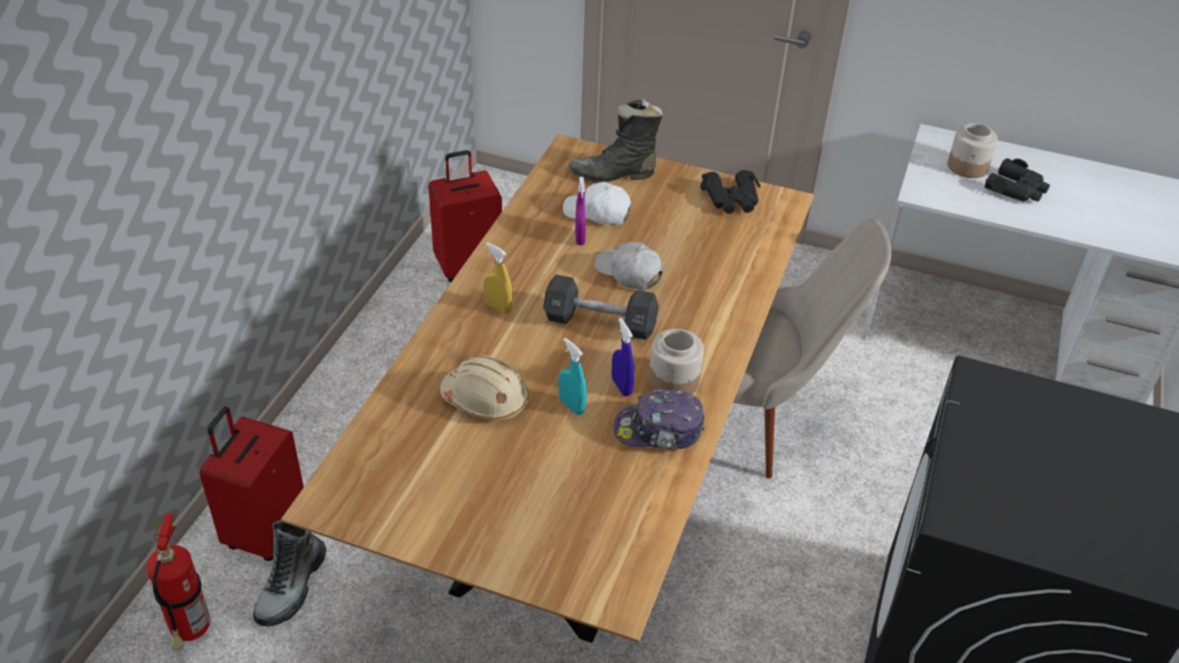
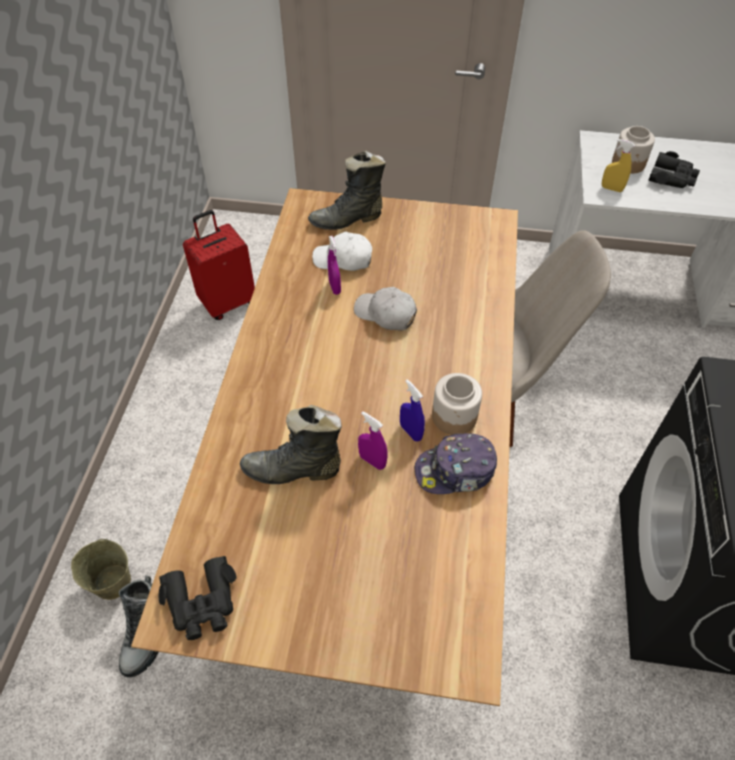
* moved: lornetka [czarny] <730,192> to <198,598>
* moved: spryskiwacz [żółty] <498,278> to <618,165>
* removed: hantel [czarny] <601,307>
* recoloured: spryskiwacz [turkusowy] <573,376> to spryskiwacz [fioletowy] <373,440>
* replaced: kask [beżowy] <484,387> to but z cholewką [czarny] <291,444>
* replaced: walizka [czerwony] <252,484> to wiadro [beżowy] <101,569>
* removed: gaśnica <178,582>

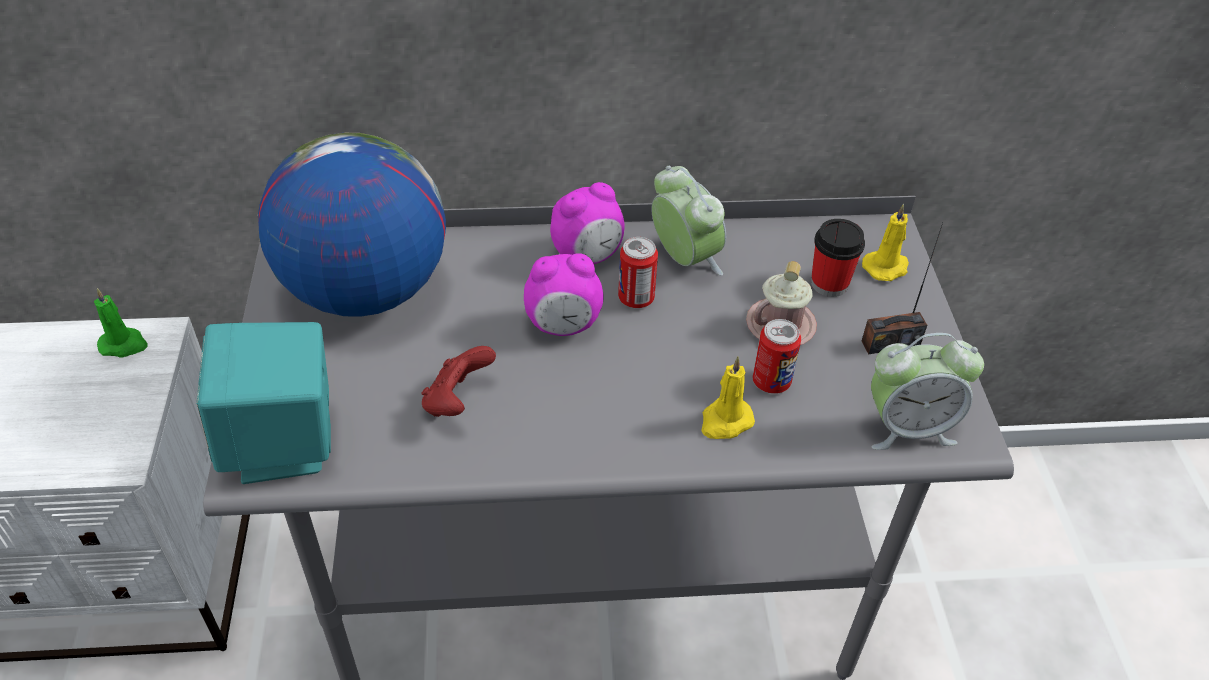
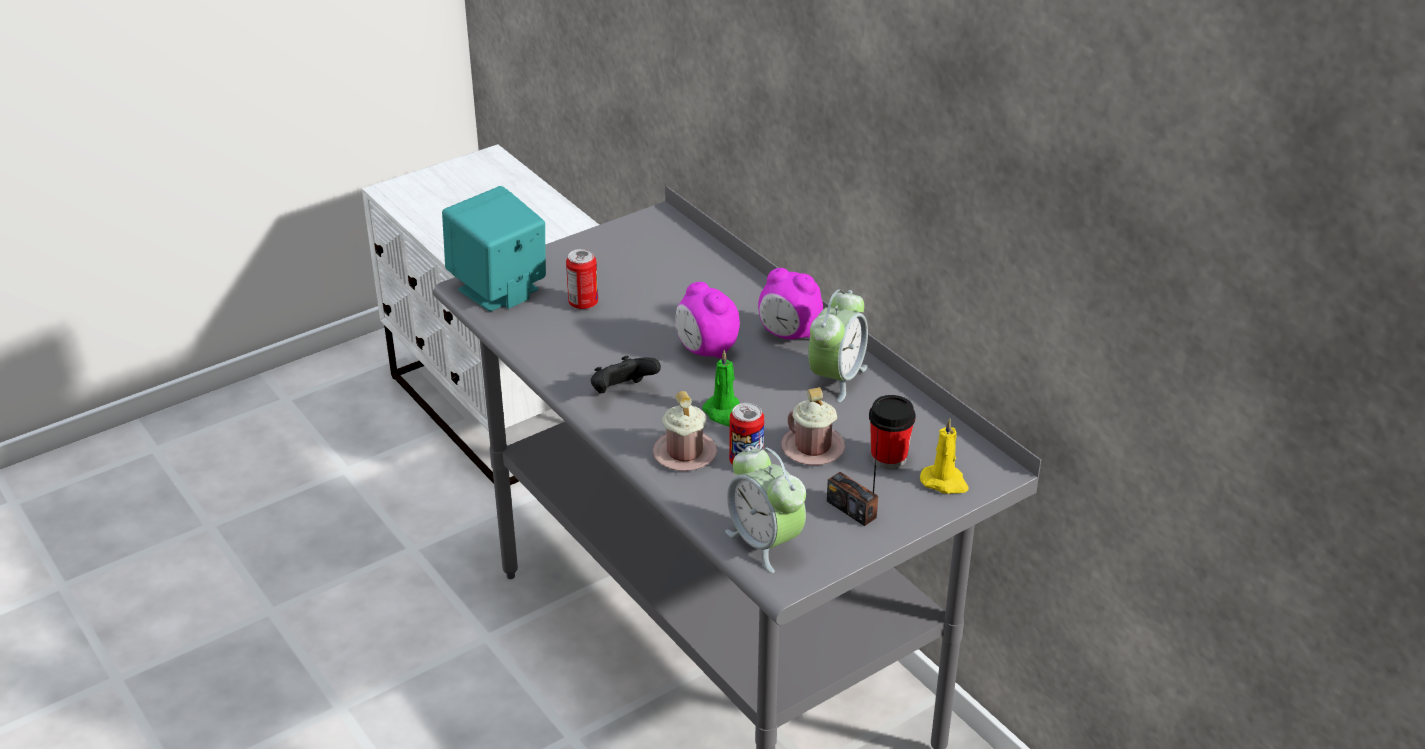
* removed: globus <352,225>
* moved: puszka <638,272> to <582,279>
* moved: świeca [zielony] <121,322> to <721,388>
* removed: pad do gier [czerwony] <458,381>
* replaced: świeca [żółty] <728,398> to kubek [różowy] <685,431>
* added: pad do gier [czarny] <626,374>

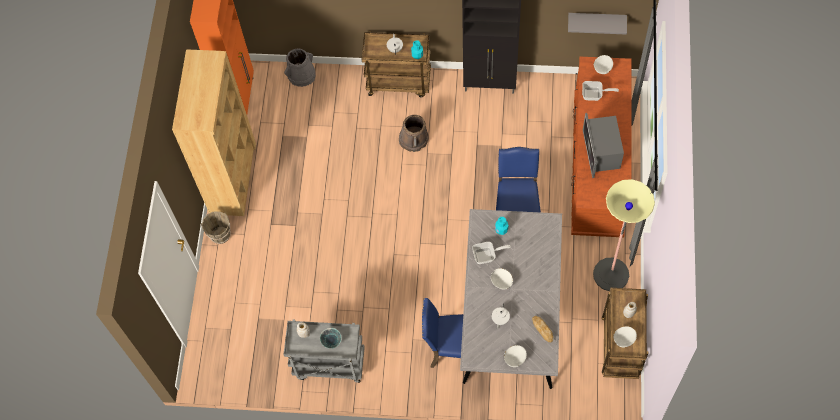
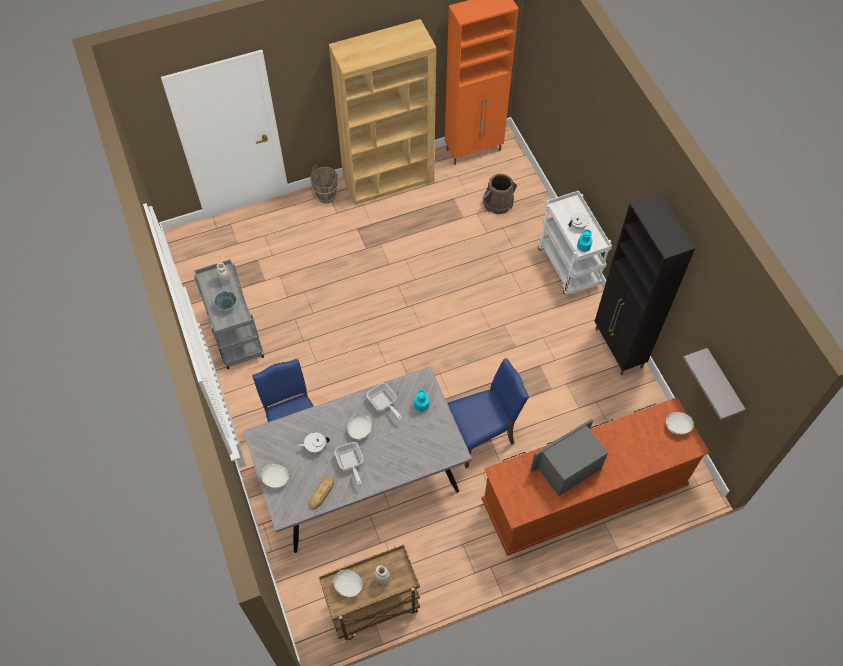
* recoloured: wózek [brązowy] <396,64> to wózek [biały] <575,243>
* removed: wiadro [szary] <300,68>
* moved: patelnia <600,91> to <349,463>
* moved: wiadro [brązowy] <414,133> to <500,194>
* removed: lampa stojąca <624,235>

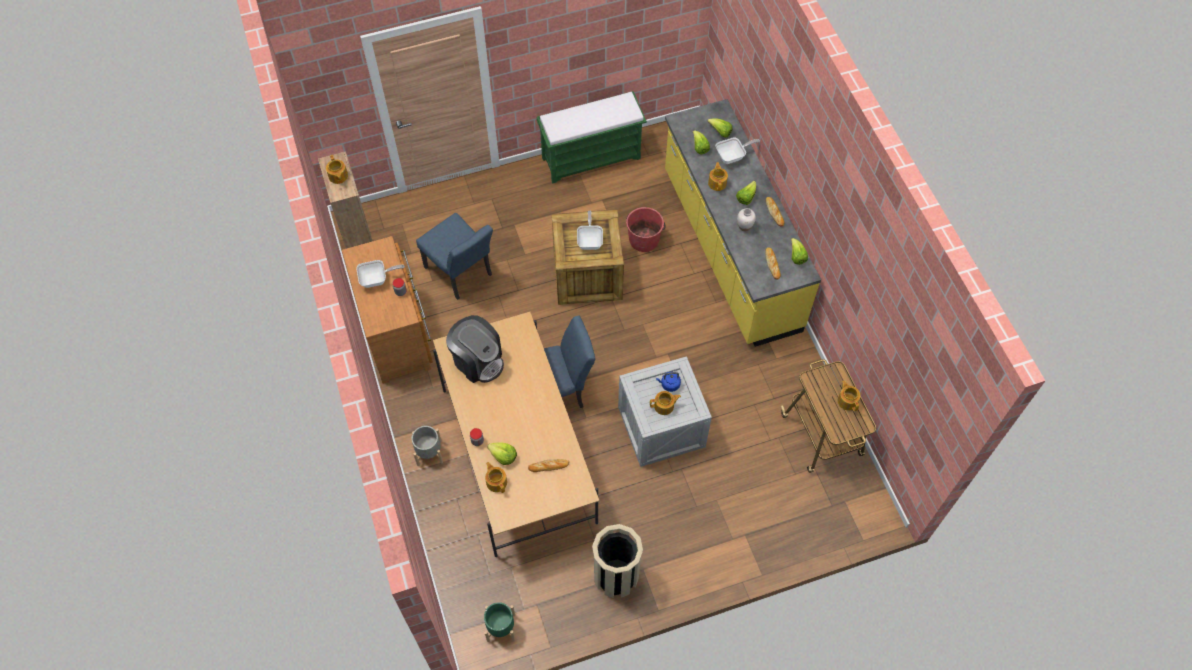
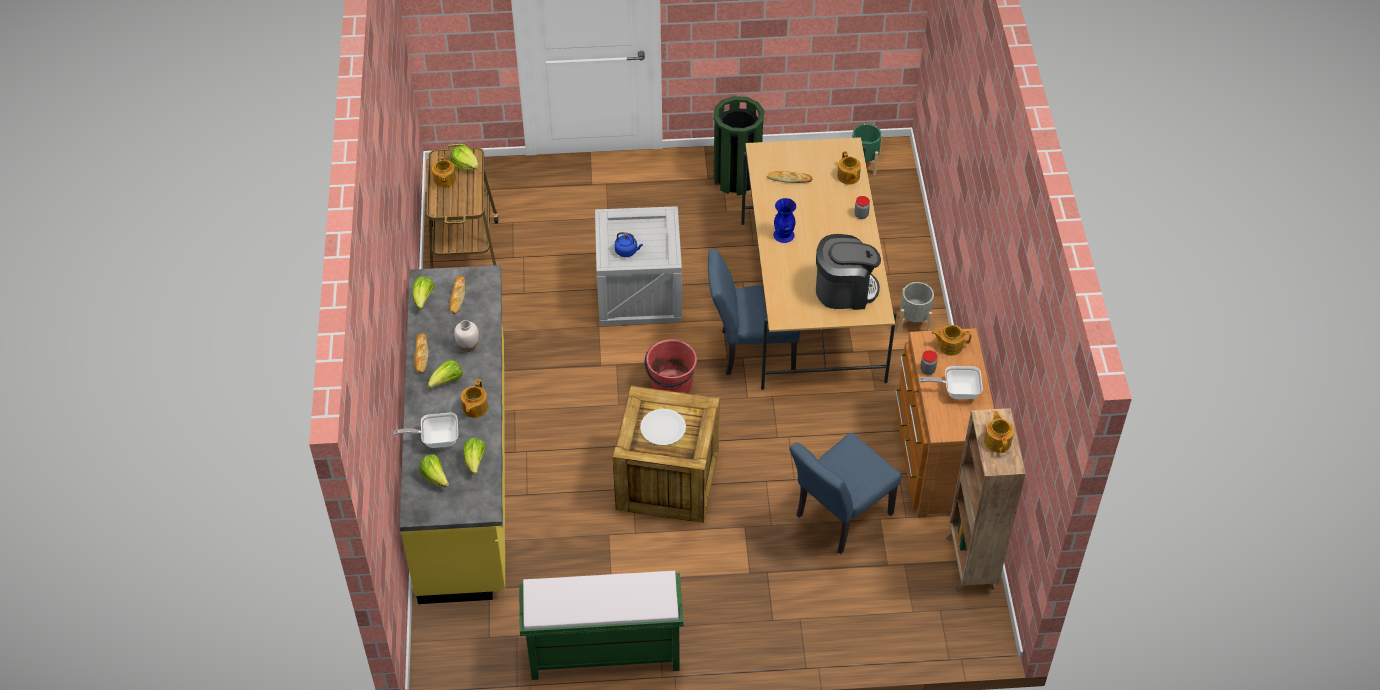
* moved: wiadro [czerwony] <646,229> to <671,366>
* replaced: patelnia <590,230> to talerz [biały] <663,427>
* turned: krzesło [niebieski] <454,256> = <845,493> 105 degrees counterclockwise
* turned: ekspres do kawy <475,349> = <848,272> 120 degrees clockwise
* moved: imbryk <665,403> to <951,340>
* moved: sałata <502,453> to <465,157>
* recoloured: kosz na śmieci [beżowy] <617,561> to kosz na śmieci [zielony] <738,146>
* added: wazon [niebieski] <784,220>

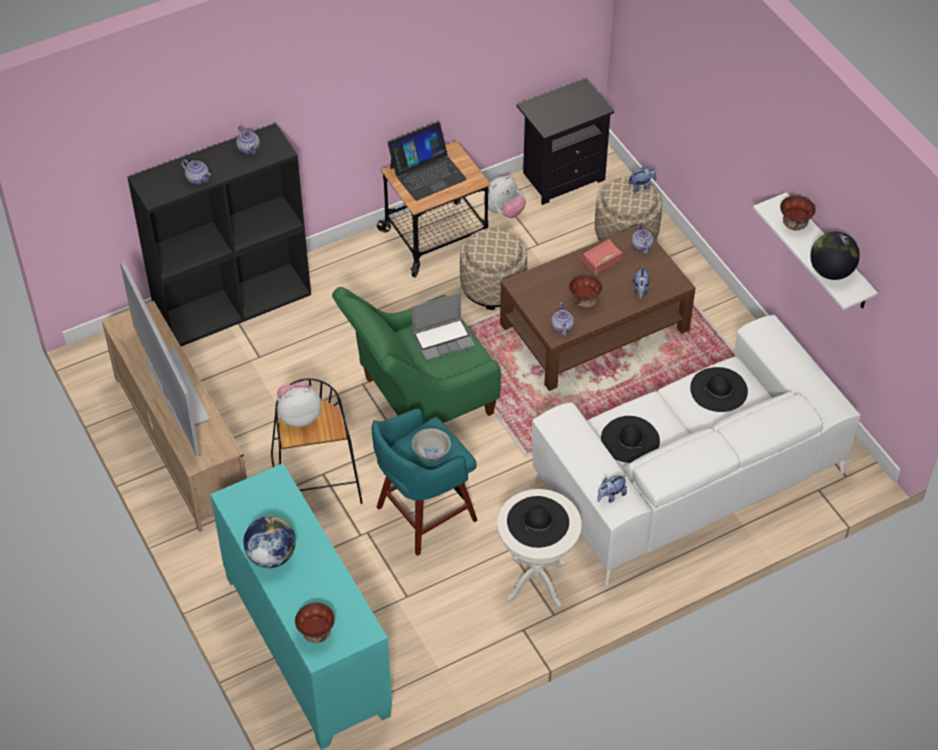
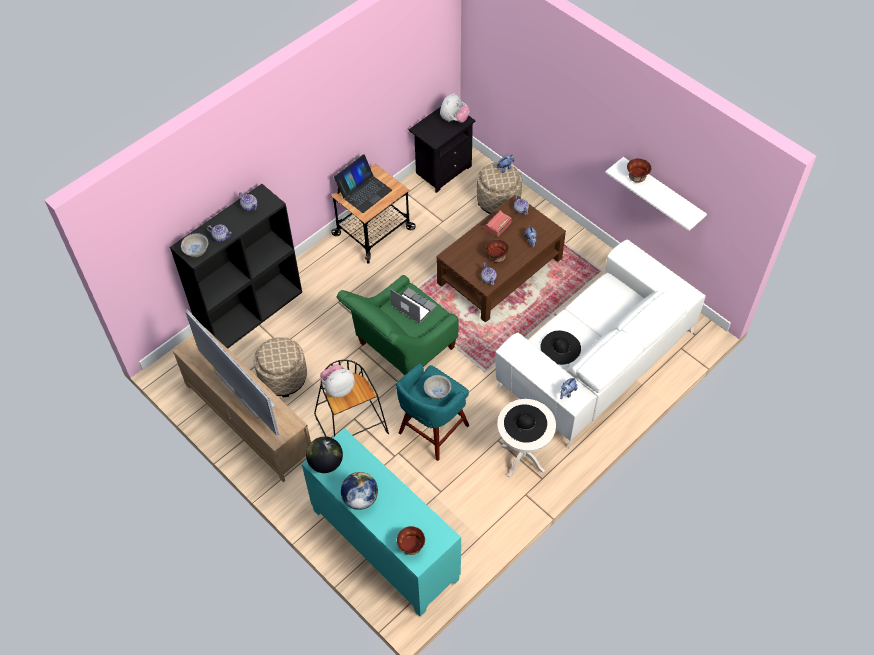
* moved: pluszak <504,197> to <455,108>
* moved: pufa [beżowy] <493,269> to <280,367>
* moved: globus <835,256> to <324,454>
* turned: laptop <443,326> = <413,306> 105 degrees counterclockwise
* removed: kapelusz [czarny] <719,389>
* added: miska [biały] <194,245>

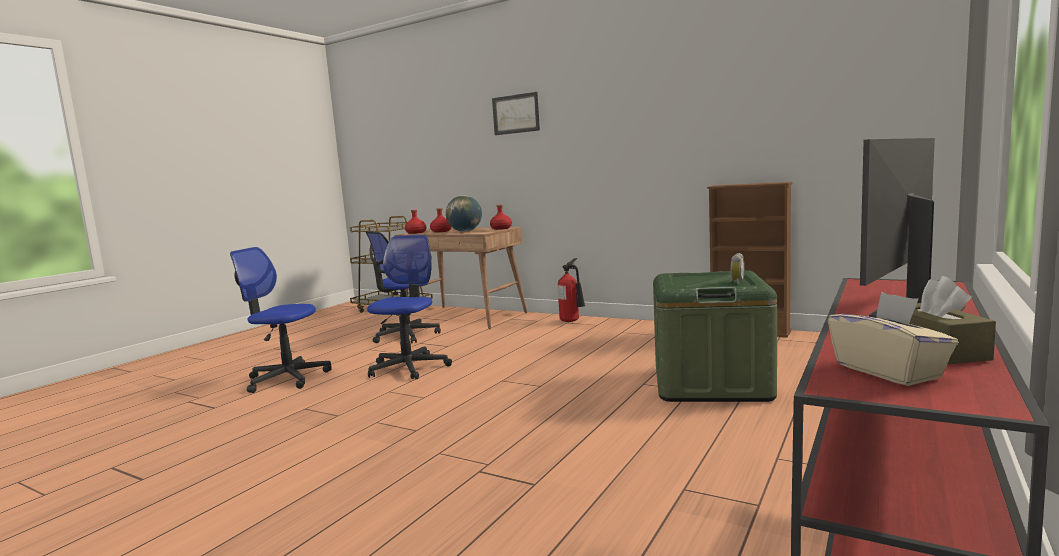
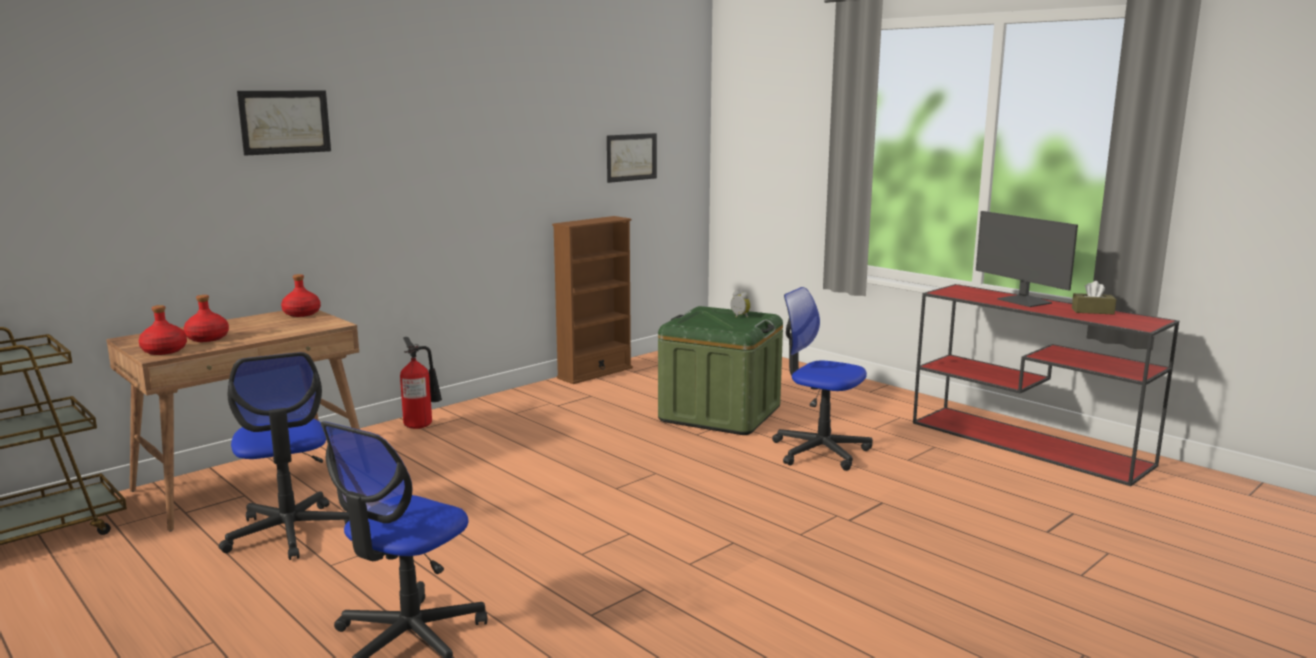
* removed: globus <464,213>
* moved: krzesło biurowe <409,307> to <822,379>
* removed: pudełko chusteczek [beżowy] <893,339>
* added: obraz <632,158>

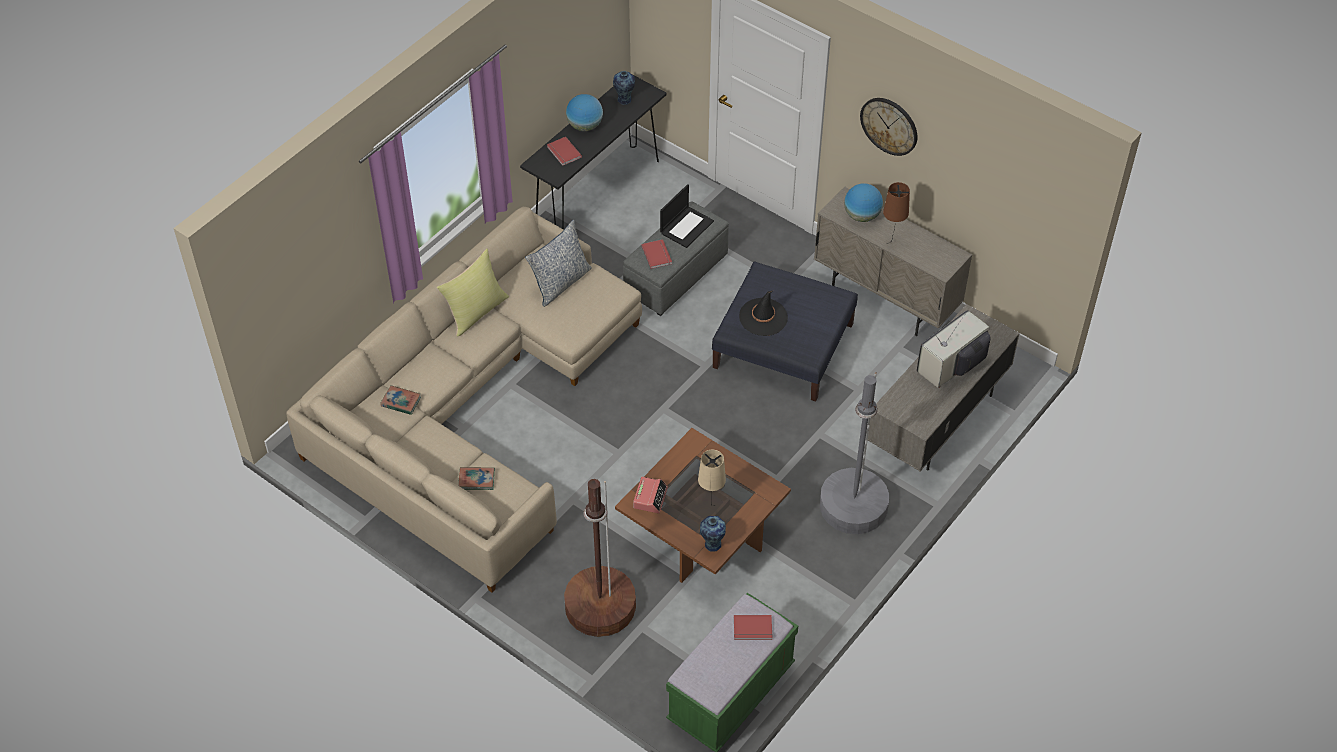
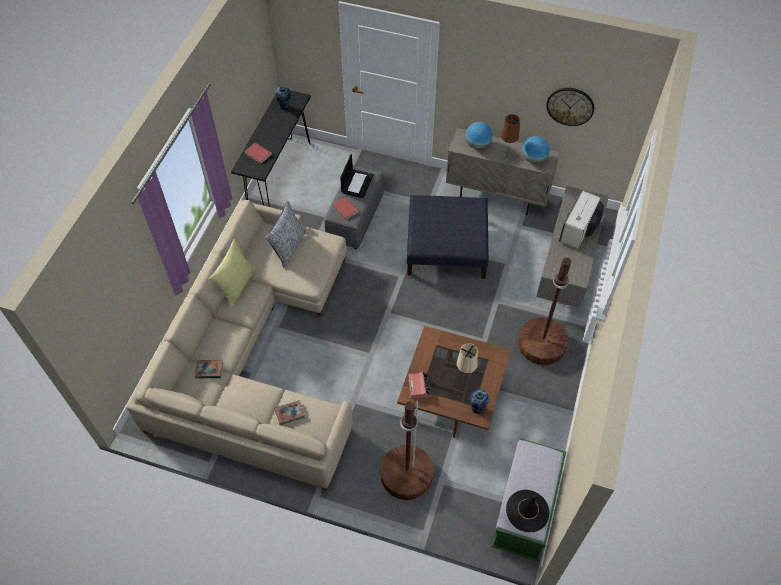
* moved: globus <584,112> to <536,150>
* moved: zegar ścienny <888,127> to <570,107>
* moved: kapelusz [czarny] <763,313> to <527,511>
* recoloured: lampa stojąca [szary] <854,453> to lampa stojąca [brązowy] <544,310>
* removed: książka [czerwony] <753,627>

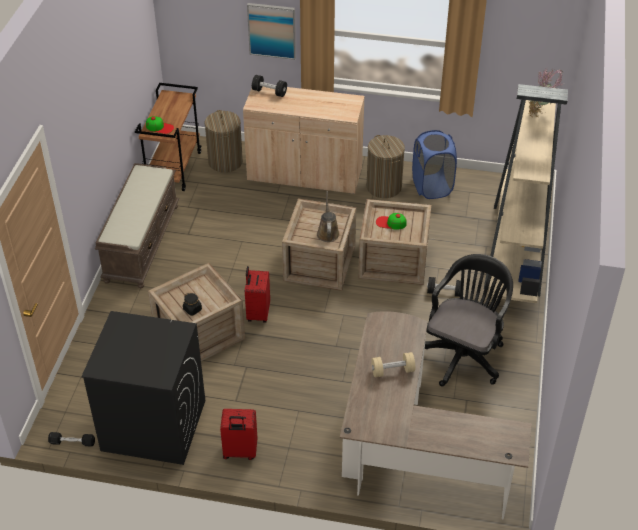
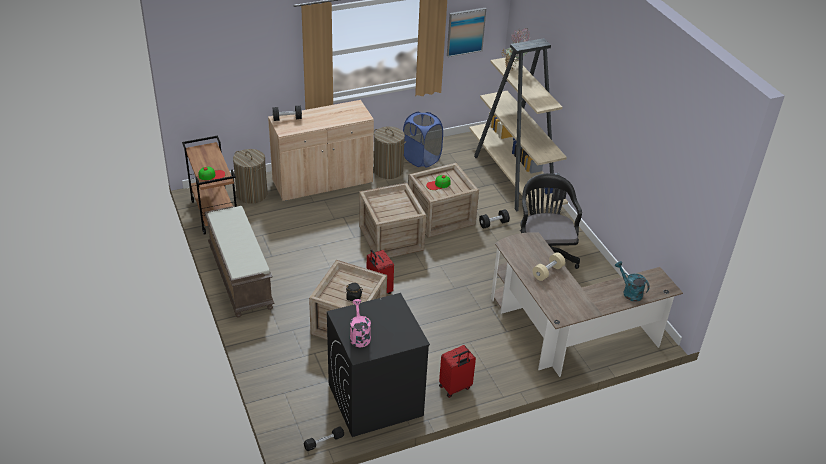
* moved: obraz <271,31> to <466,32>
* removed: konewka [brązowy] <328,216>
* added: konewka [turkusowy] <632,281>
* added: konewka [różowy] <360,323>

